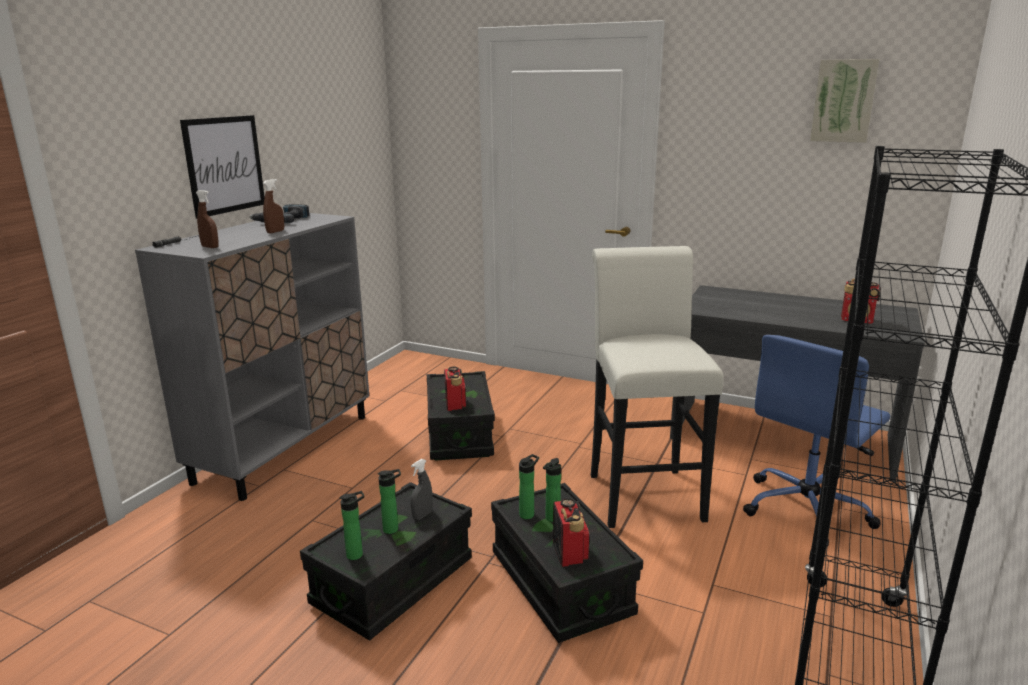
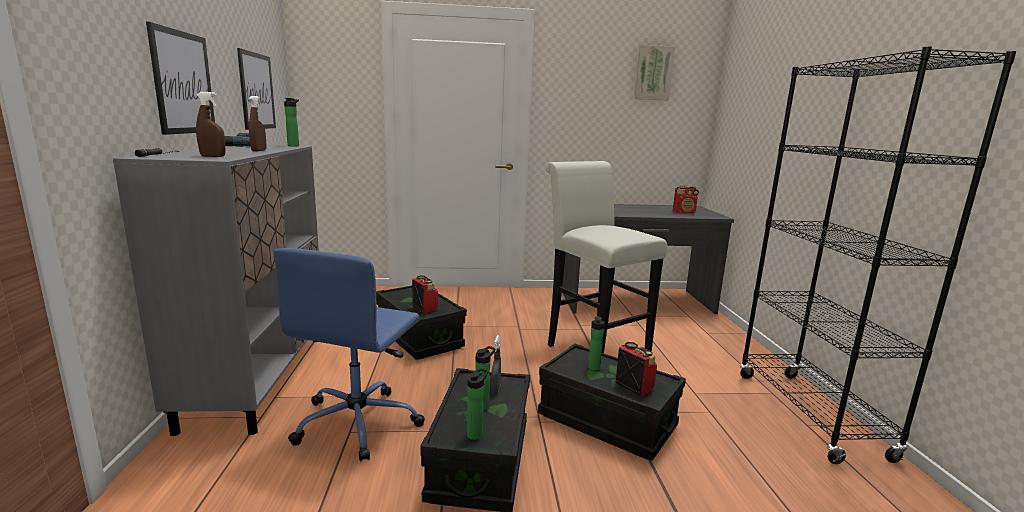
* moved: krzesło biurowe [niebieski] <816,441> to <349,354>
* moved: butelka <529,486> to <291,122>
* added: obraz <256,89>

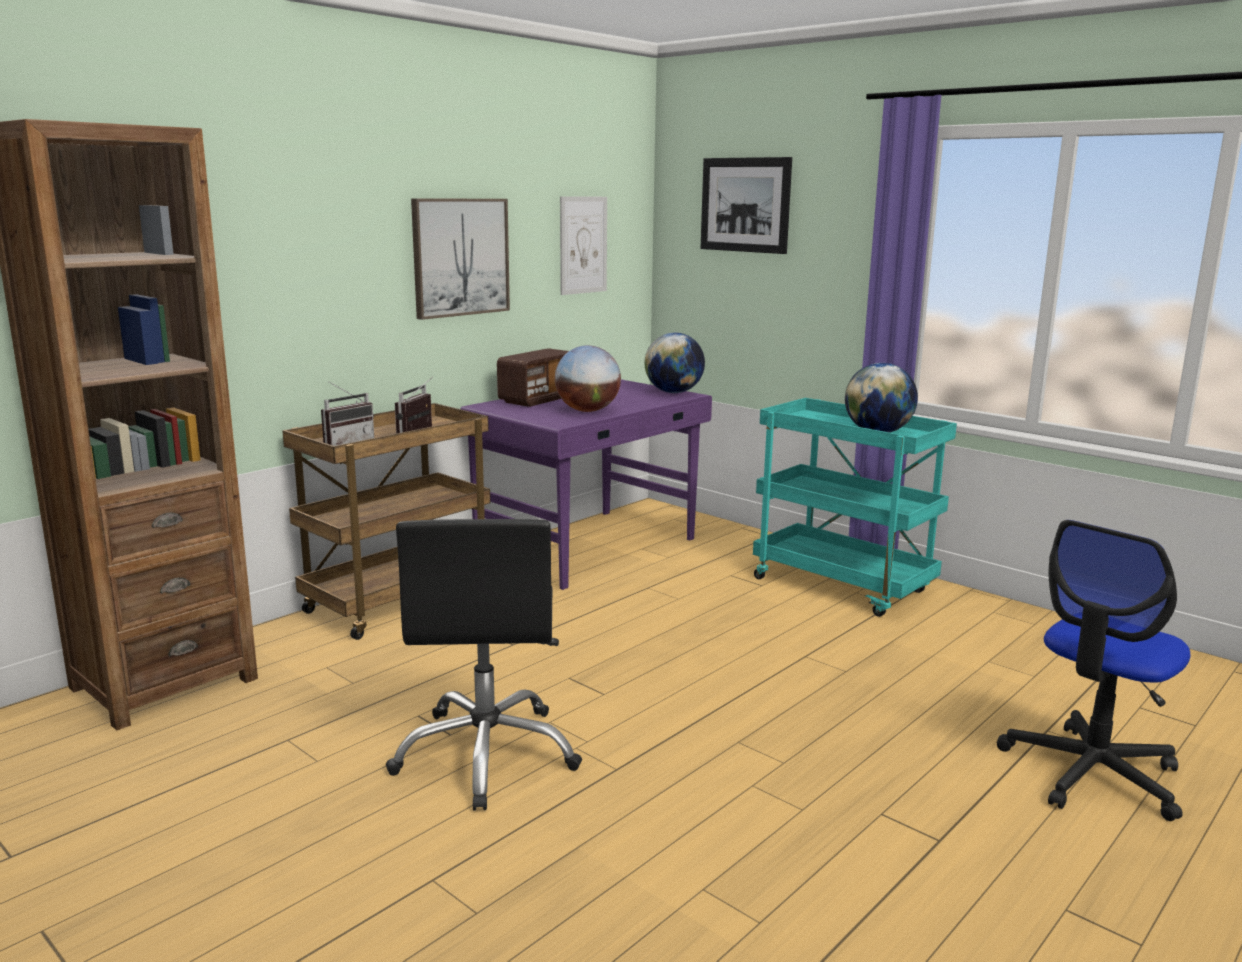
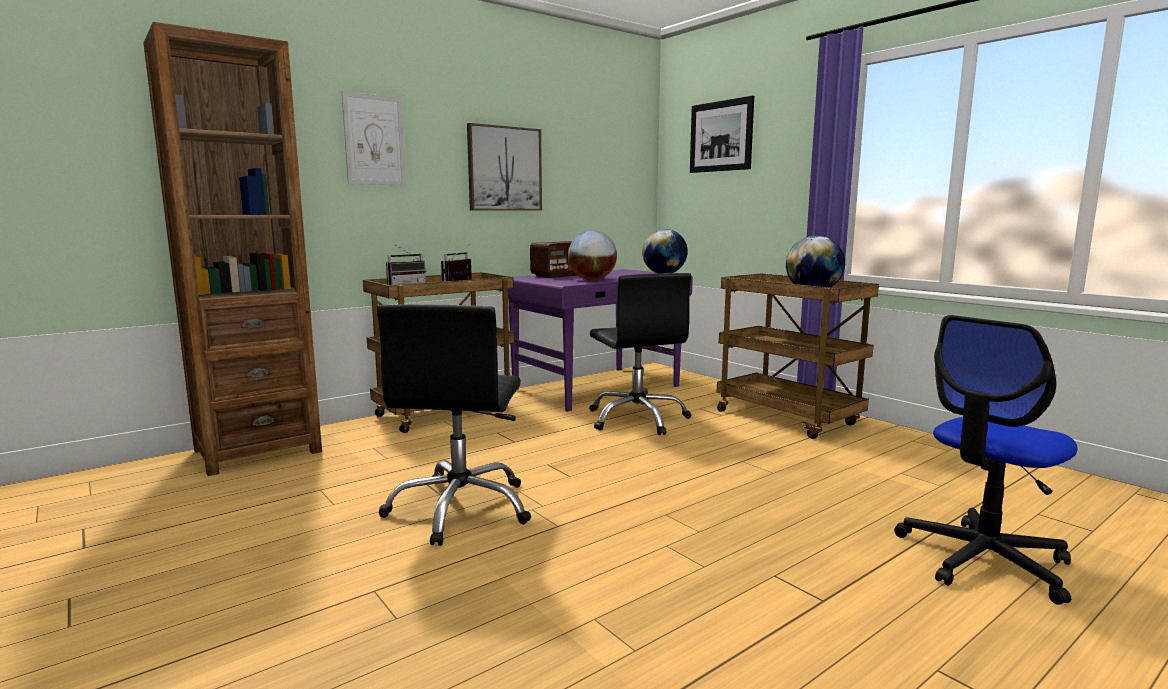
* moved: obraz <583,245> to <374,138>
* recoloured: wózek [turkusowy] <855,507> to wózek [brązowy] <798,356>
* added: krzesło biurowe [czarny] <640,354>

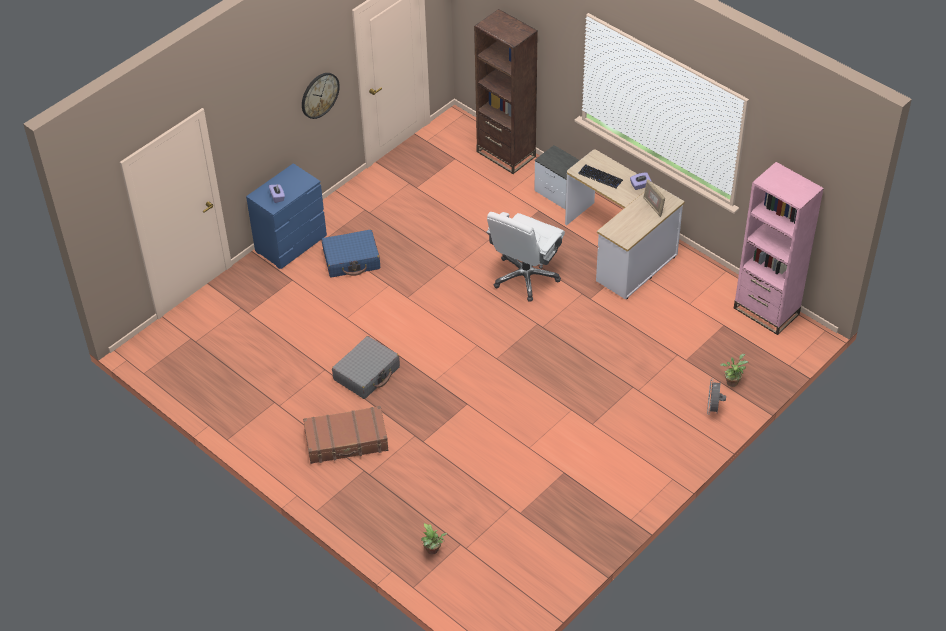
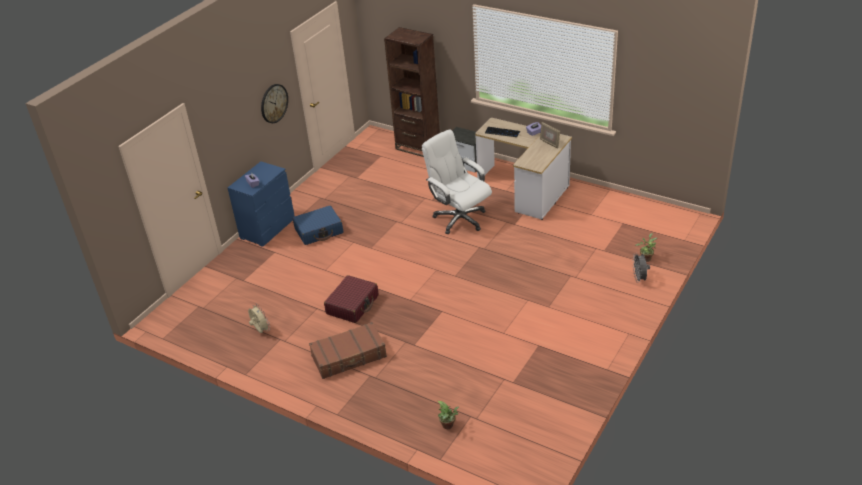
* removed: regał [różowy] <779,248>
* turned: krzesło biurowe [biały] <525,257> = <457,182> 120 degrees clockwise
* recoloured: walizka [szary] <366,367> to walizka [czerwony] <351,299>
* added: wentylator [beżowy] <259,318>

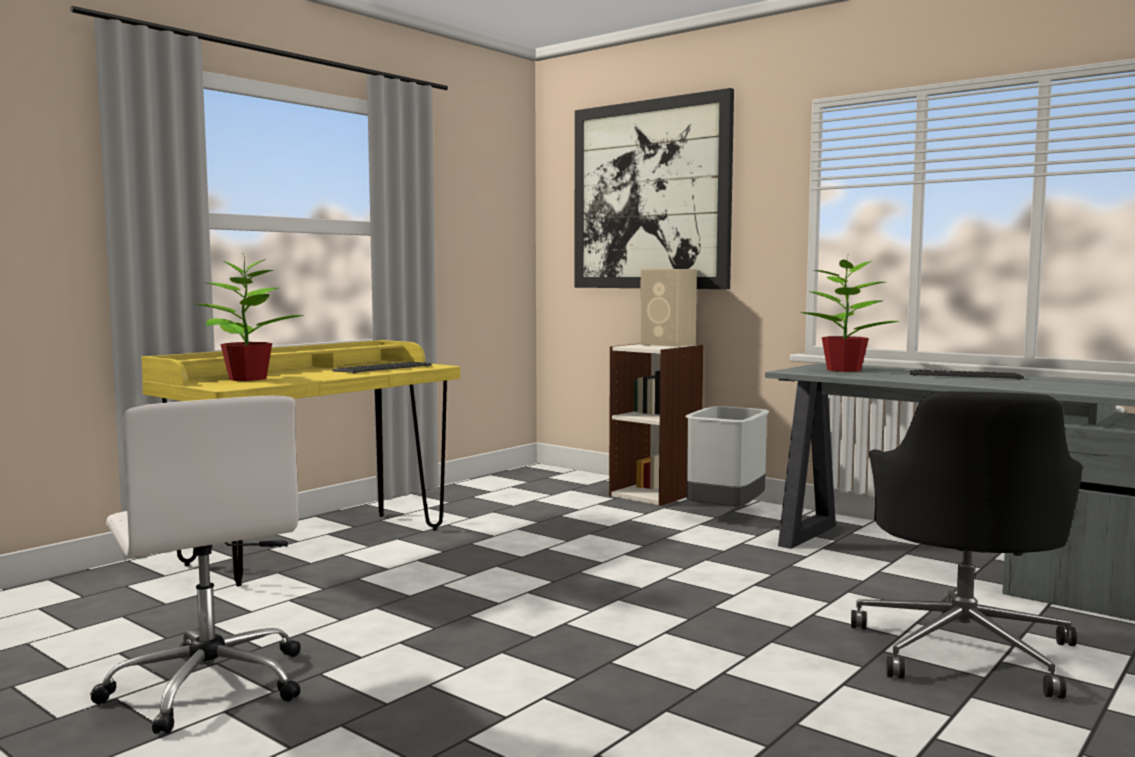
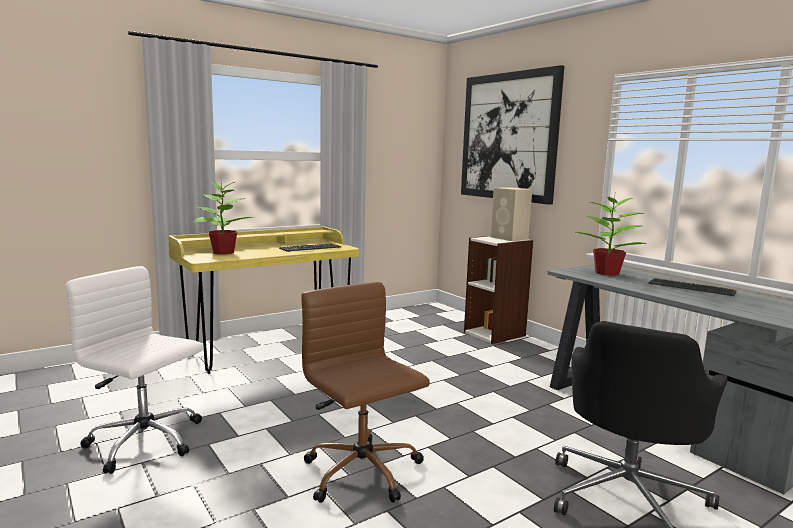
* turned: krzesło biurowe [biały] <195,564> = <134,370> 135 degrees clockwise
* removed: kosz na śmieci [szary] <727,456>
* added: krzesło biurowe [brązowy] <365,392>

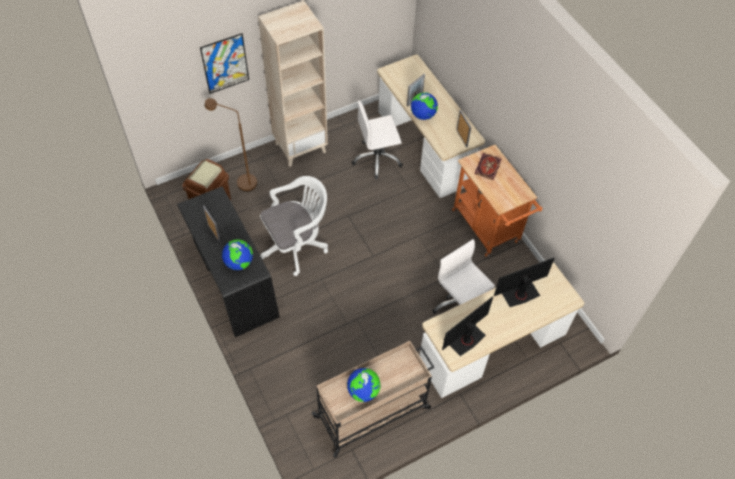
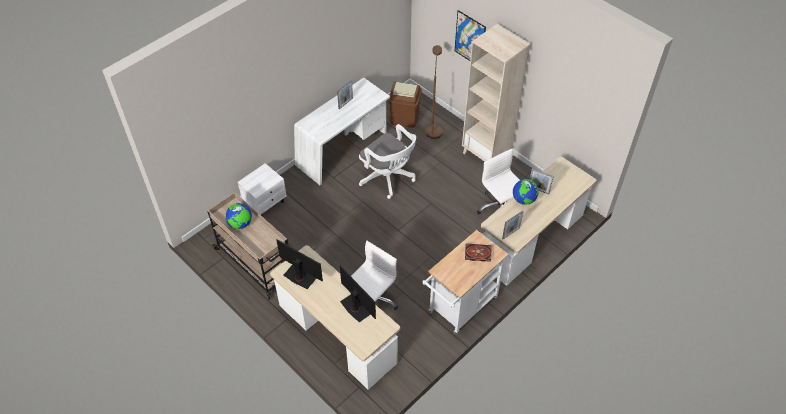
* recoloured: wózek [pomarańczowy] <497,201> to wózek [biały] <465,282>
* recoloured: biurko [czarny] <228,261> to biurko [biały] <342,131>
* removed: globus <237,254>
* added: szafka nocna [biały] <262,190>

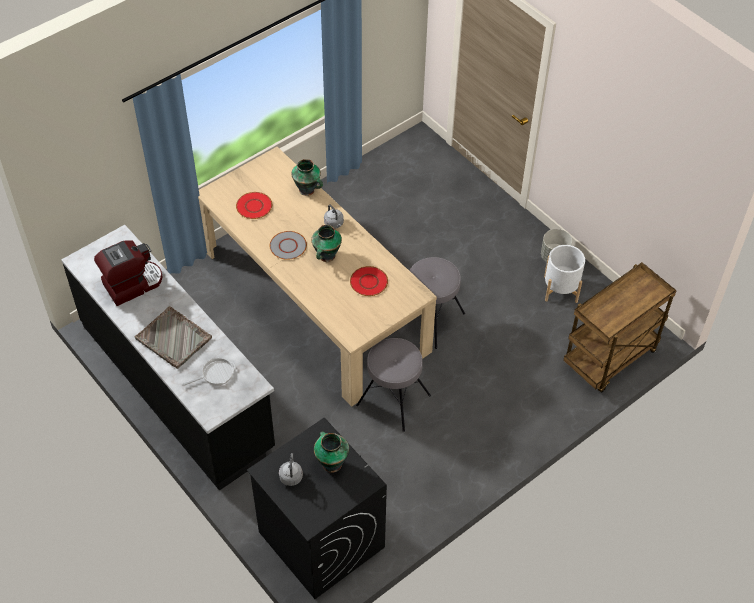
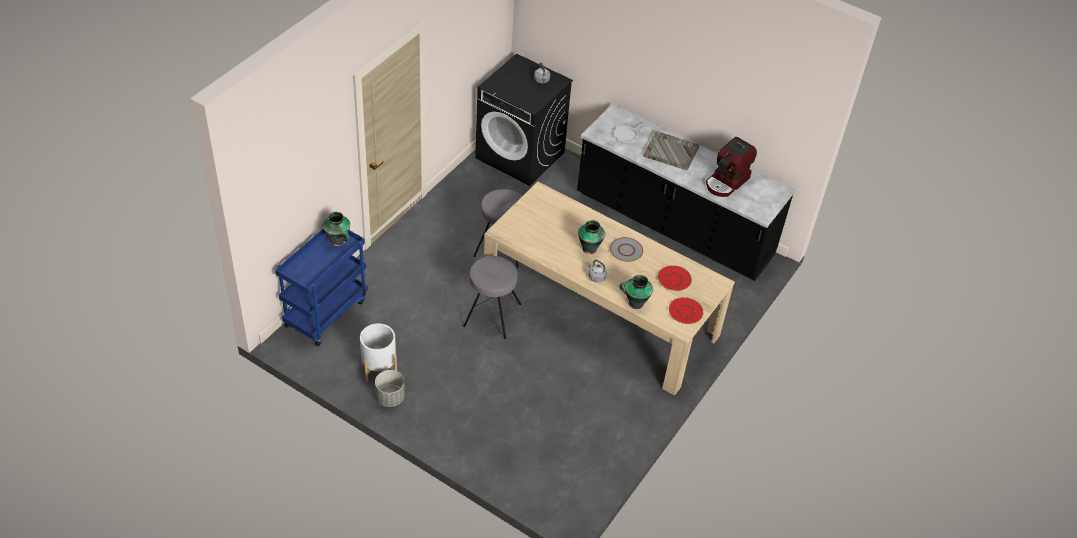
* recoloured: wózek [brązowy] <620,327> to wózek [niebieski] <321,287>
* moved: talerz [czerwony] <369,281> to <686,310>
* moved: wazon <331,452> to <336,229>

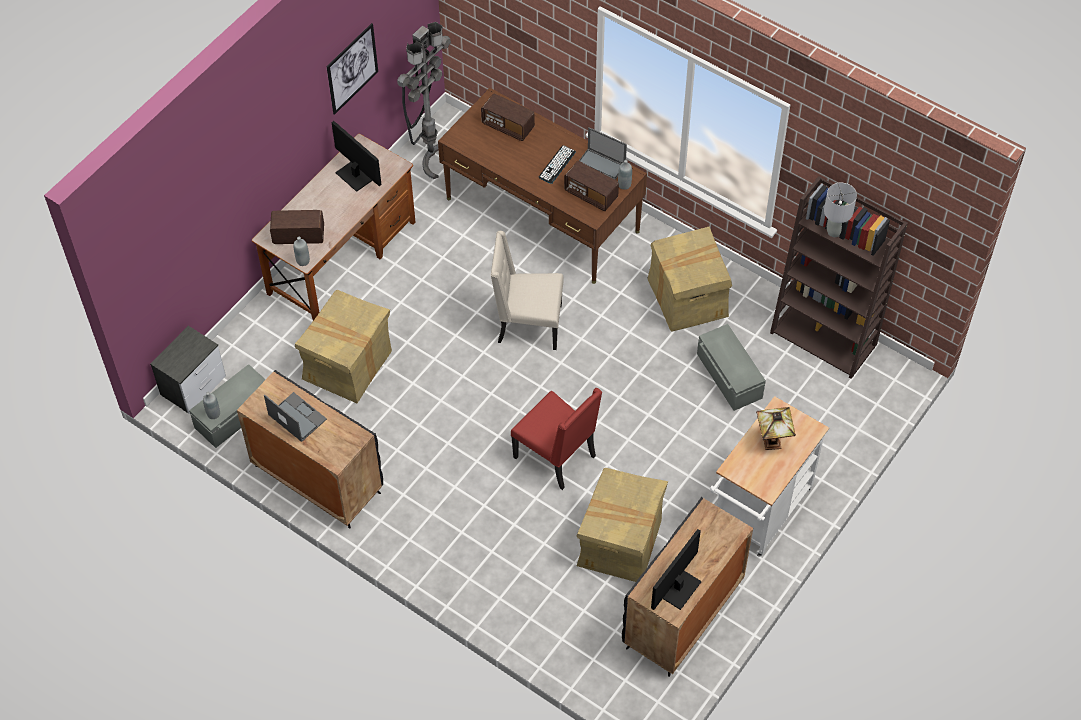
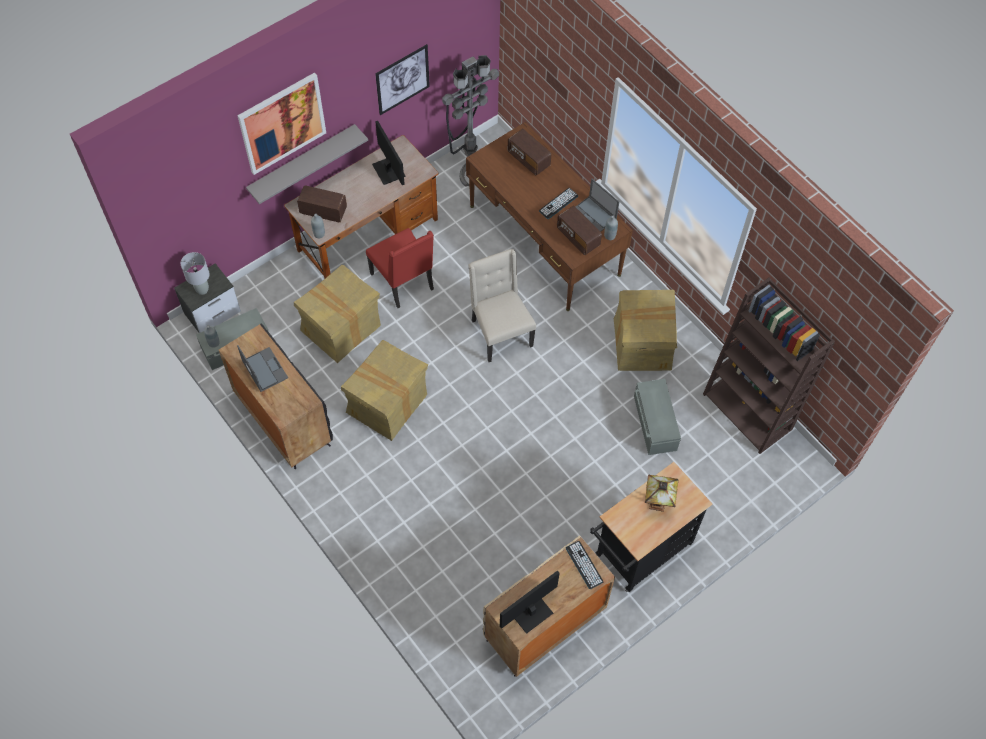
* moved: lampa stołowa [szary] <840,210> to <195,273>
* turned: krzesło [beżowy] <527,290> = <502,305> 45 degrees clockwise
* moved: krzesło [czerwony] <556,439> to <400,268>
* recoloured: wózek [biały] <769,476> to wózek [czarny] <651,527>
* moved: karton <622,525> to <384,390>
* recoloured: szafka [czarny] <687,587> to szafka [beżowy] <549,606>
* added: obraz <281,123>
* added: półka [szary] <307,164>
* added: klawiatura <585,565>

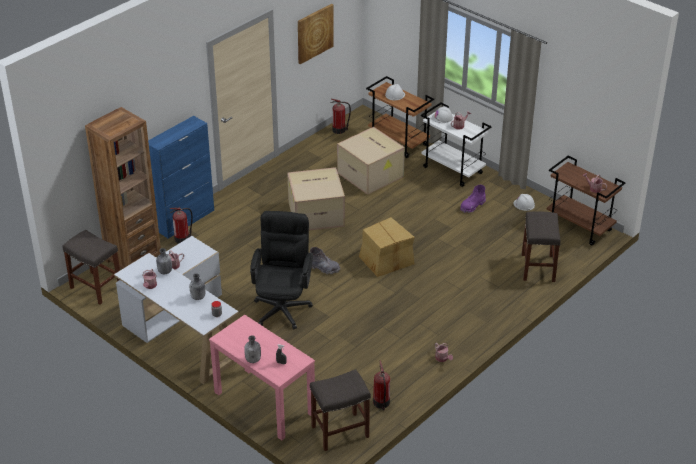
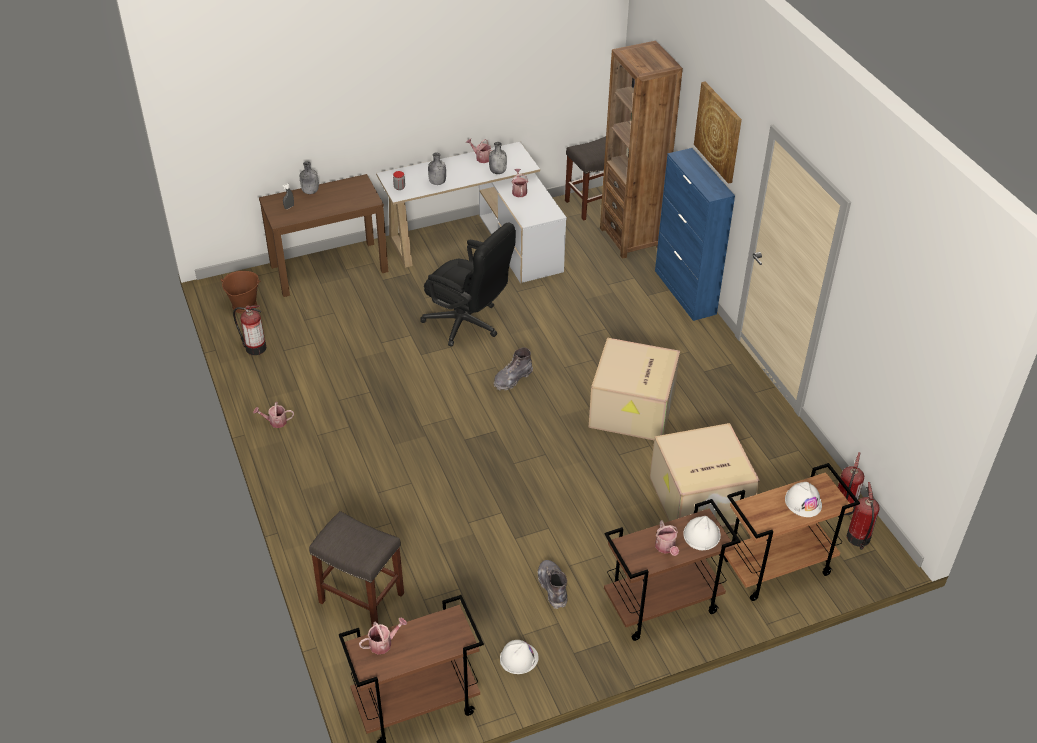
* moved: obraz <316,34> to <718,133>
* recoloured: wózek [biały] <456,144> to wózek [brązowy] <672,570>
* recoloured: but z cholewką [fioletowy] <473,199> to but z cholewką [szary] <552,584>
* moved: gaśnica <181,225> to <863,516>
* removed: karton <387,247>
* recoloured: stolik konsolowy [różowy] <262,377> to stolik konsolowy [brązowy] <323,235>
* replaced: stołek [szary] <340,410> to wiadro [brązowy] <240,292>

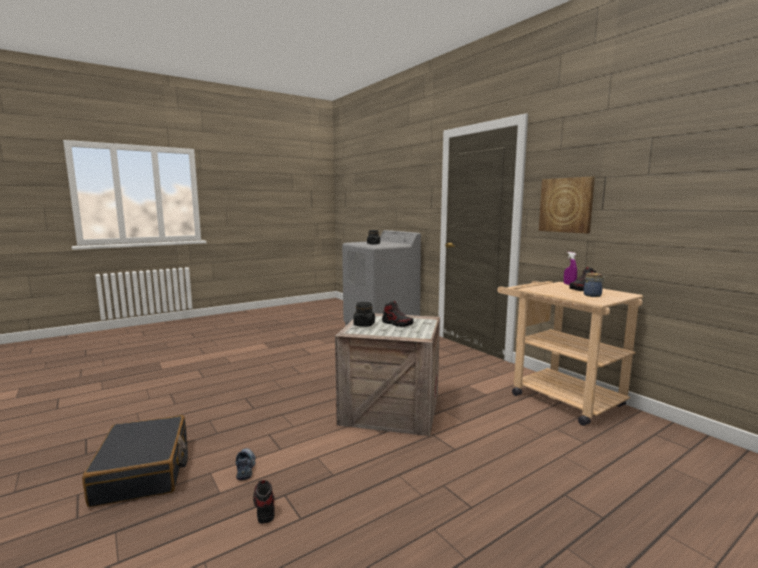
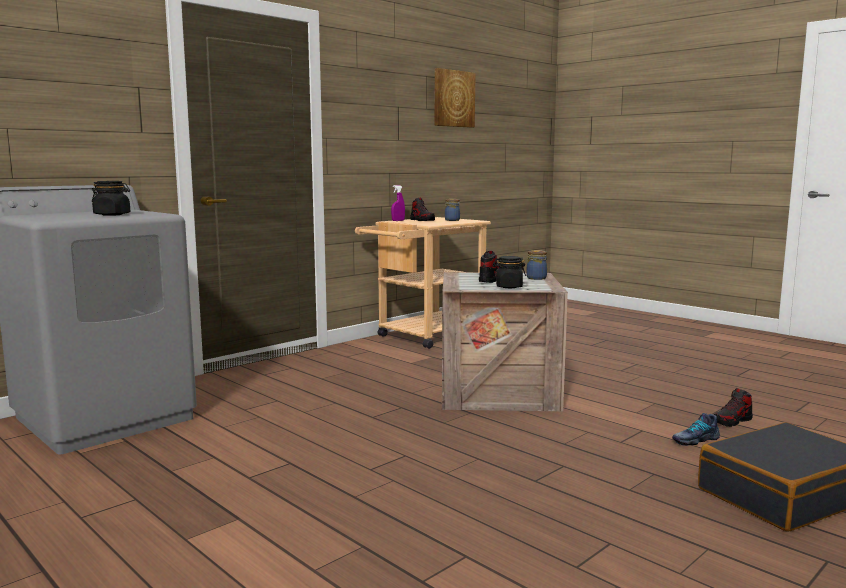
* moved: obraz <567,204> to <455,98>
* added: słoik <536,265>

